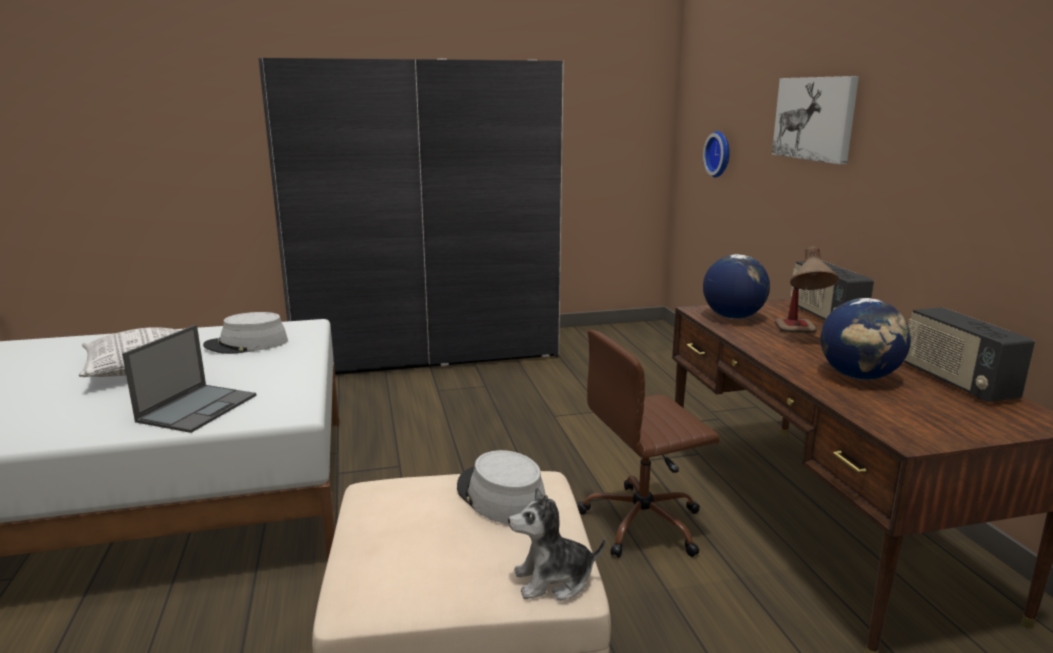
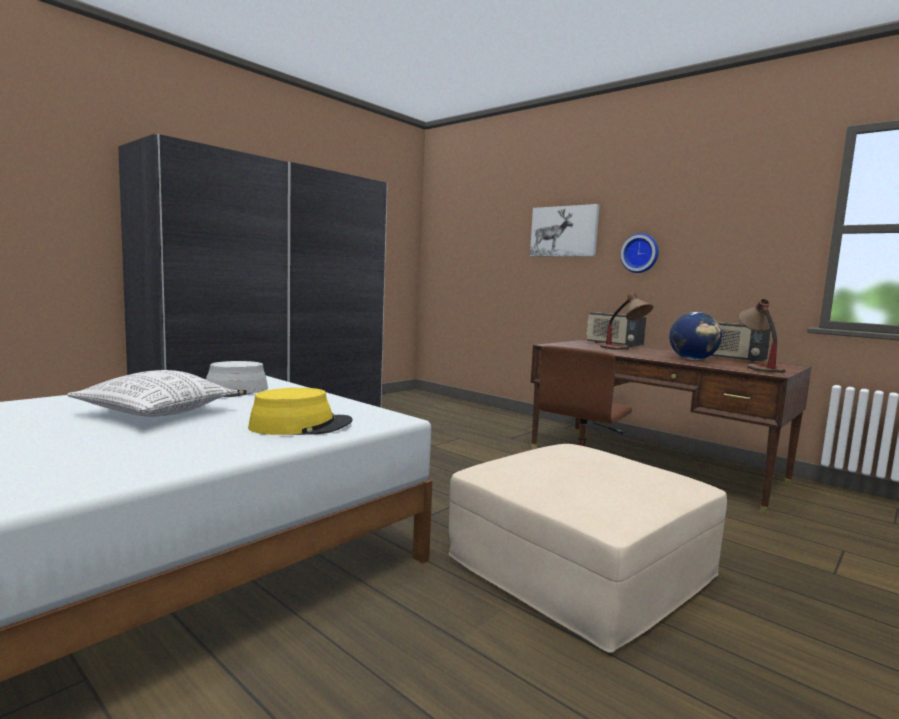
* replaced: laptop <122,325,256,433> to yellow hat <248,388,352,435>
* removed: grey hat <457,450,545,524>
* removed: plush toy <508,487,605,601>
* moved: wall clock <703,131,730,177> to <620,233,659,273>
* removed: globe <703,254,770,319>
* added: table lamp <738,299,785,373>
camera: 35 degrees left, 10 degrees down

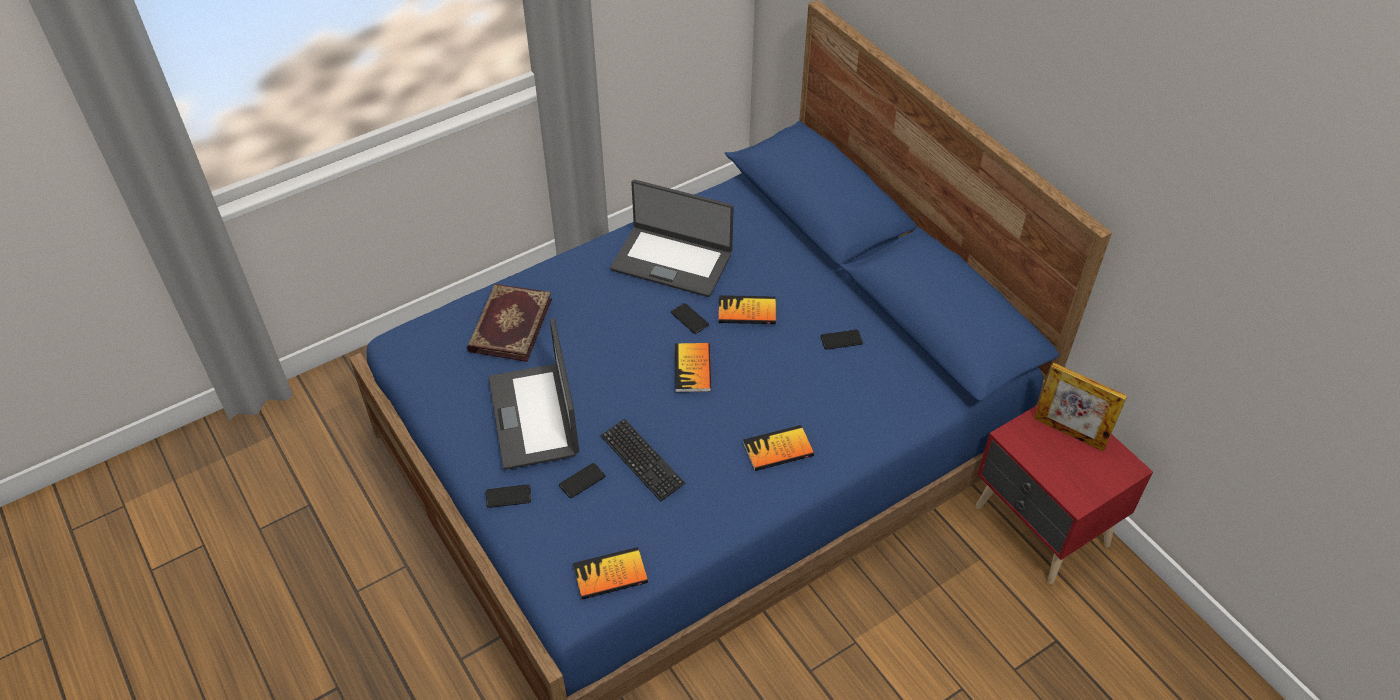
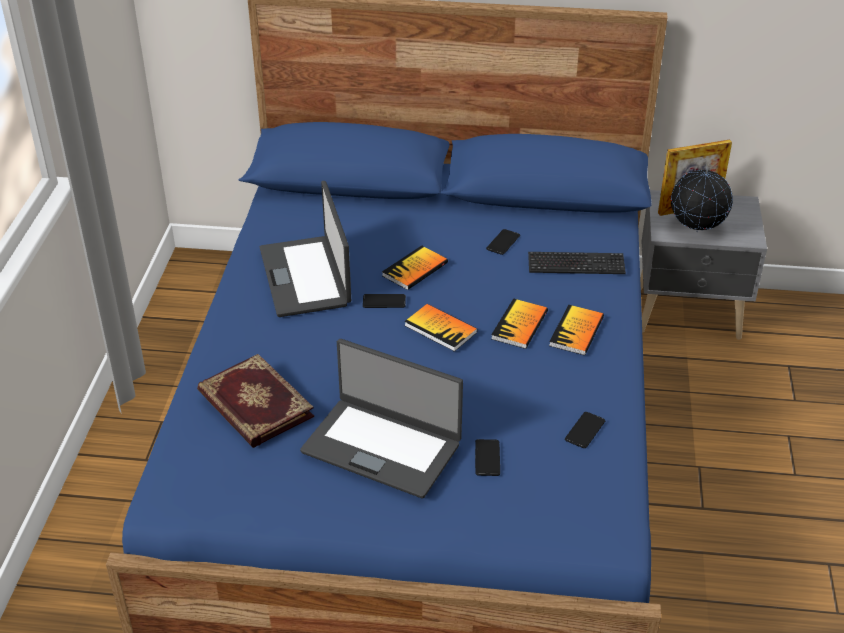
* moved: phone <486,484,531,508> to <565,412,605,448>
* moved: book <573,547,648,599> to <491,298,548,349>
* moved: keyboard <600,419,685,502> to <528,252,626,274>
* turned: laptop <610,180,734,297> = <260,181,351,317> 105 degrees clockwise
* recoloured: red nightstand <976,405,1153,585> to grey nightstand <640,190,767,340>
* added: globe <671,167,733,232>
camera: 50 degrees left, 10 degrees down

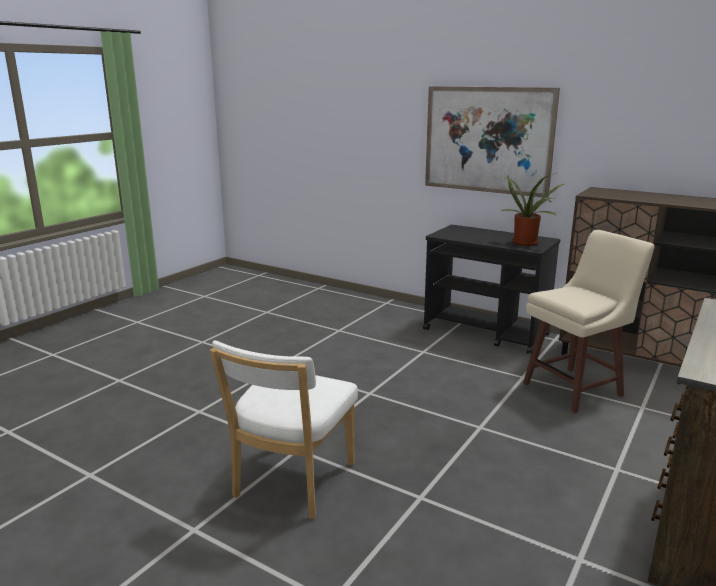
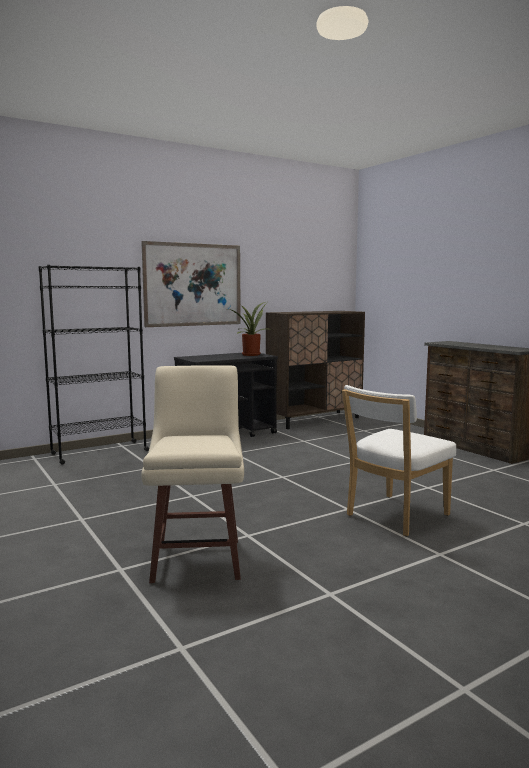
* turned: white chair <210,341,358,519> = <342,385,456,536> 90 degrees clockwise
* moved: beige stool <523,230,655,413> to <141,365,244,583>
* added: black bookcase <39,265,149,465>
camera: 65 degrees left, 10 degrees down

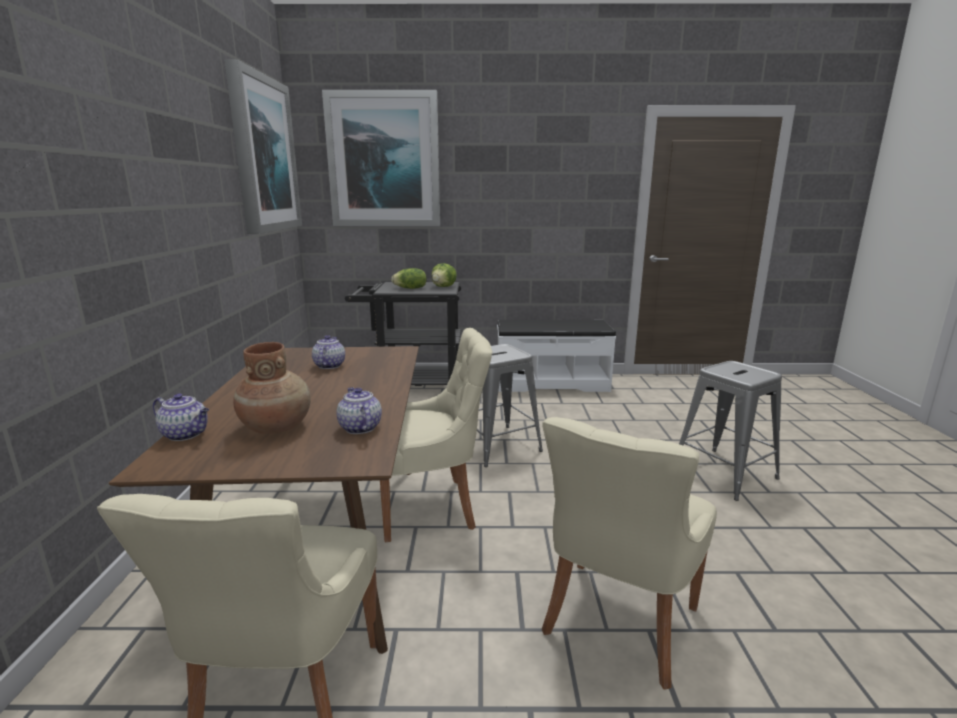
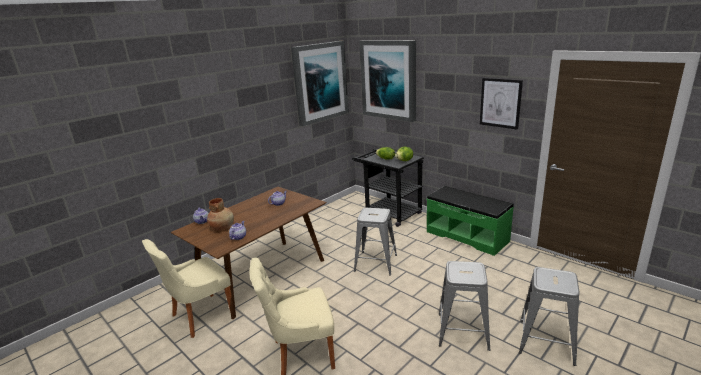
* removed: beige chair <380,328,492,542>
* recoloured: white bench <497,320,616,392> to green bench <427,186,514,256>
* added: picture <480,78,523,130>
* added: grey stool <519,267,580,366>
camera: 45 degrees right, 5 degrees up

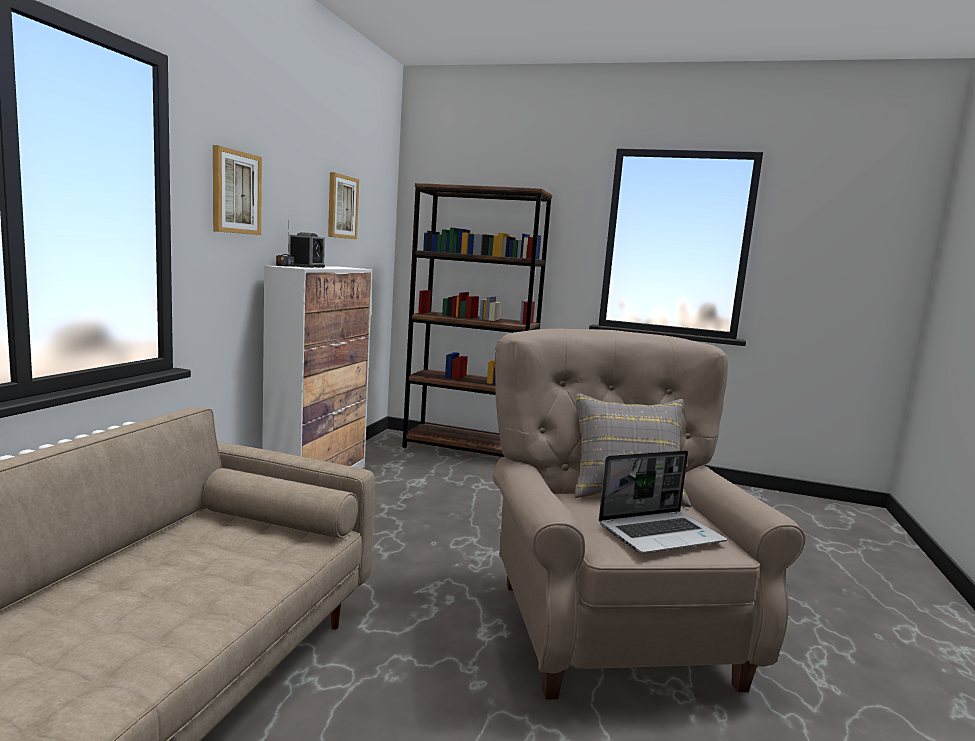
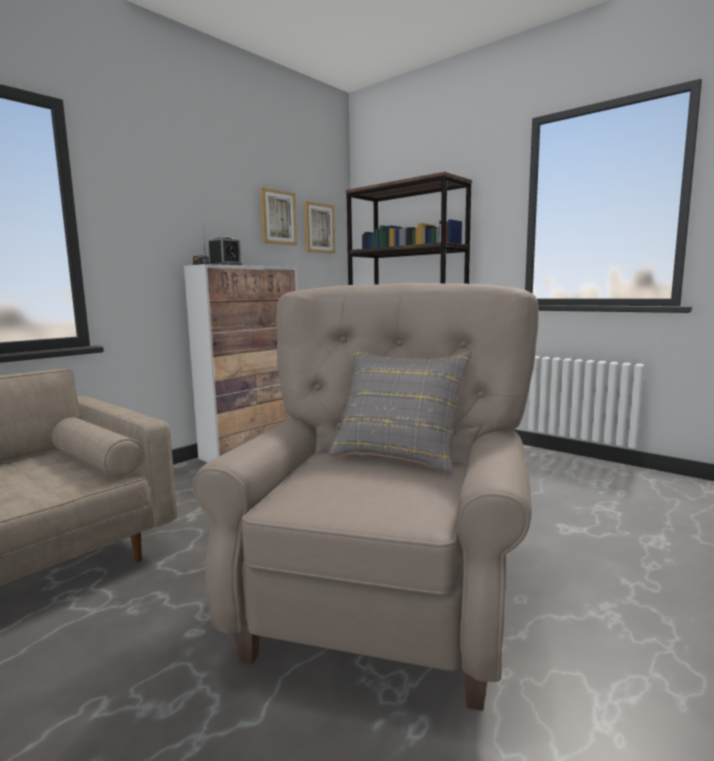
* moved: picture <213,145,262,235> to <304,201,335,254>
* removed: laptop <599,450,727,553>
camera: 25 degrees right, 0 degrees up

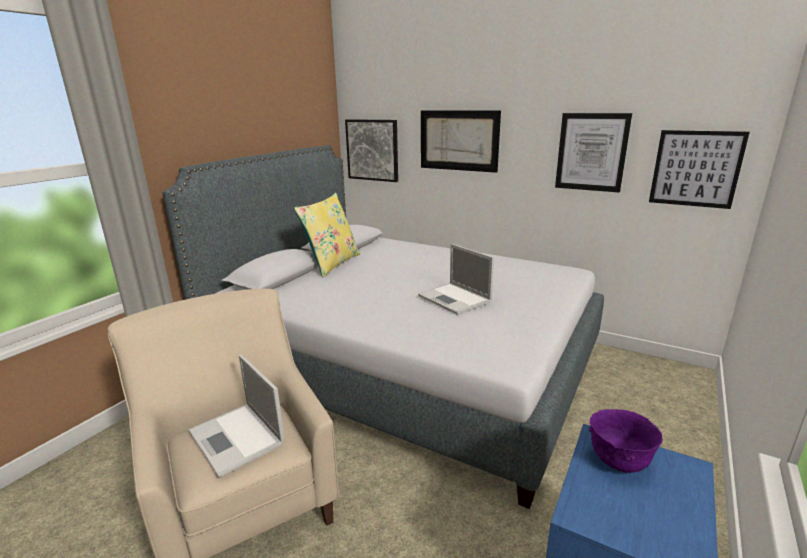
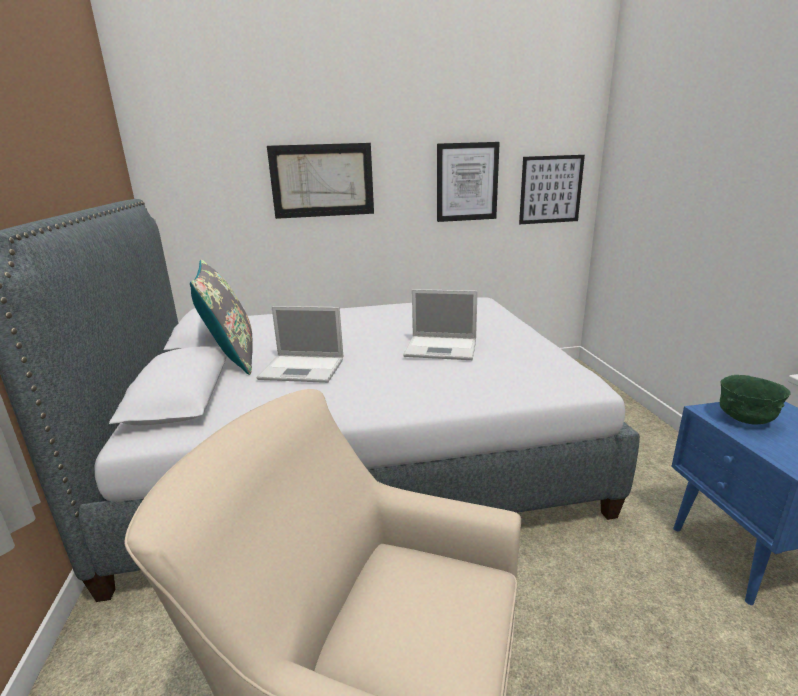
* moved: laptop <189,355,285,477> to <256,306,343,383>
* recoloured: yellow pillow <294,193,360,277> to grey pillow <190,260,253,375>
* removed: picture <345,119,398,182>
* recoloured: purple bowl <588,409,663,473> to green bowl <720,375,791,425>
camera: 40 degrees left, 0 degrees up

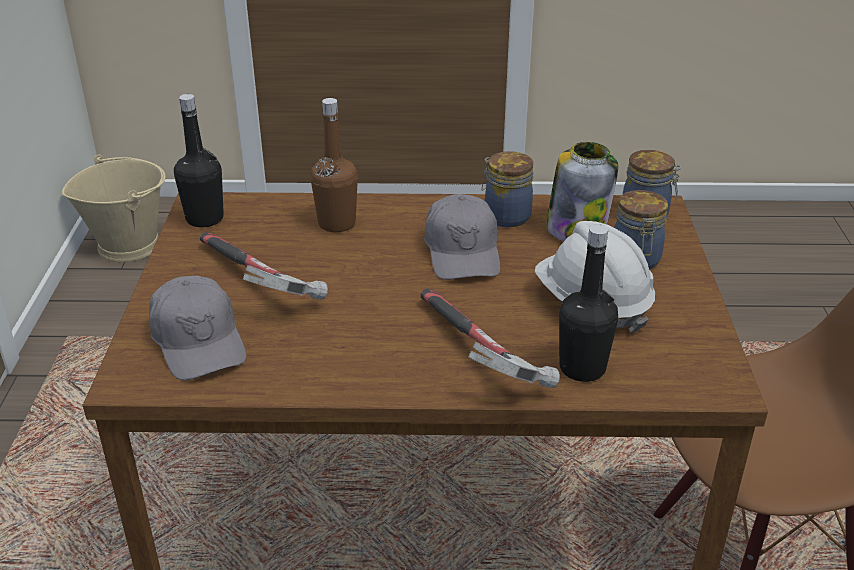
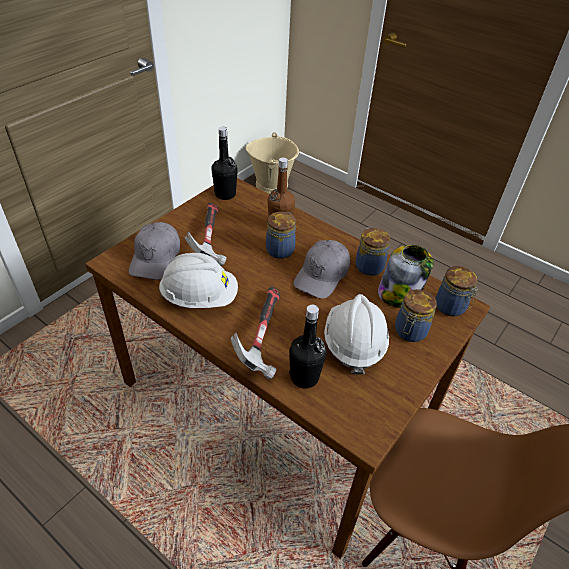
* added: white hard hat <159,253,238,308>
* added: jar <266,212,296,259>
camera: 35 degrees right, 10 degrees up

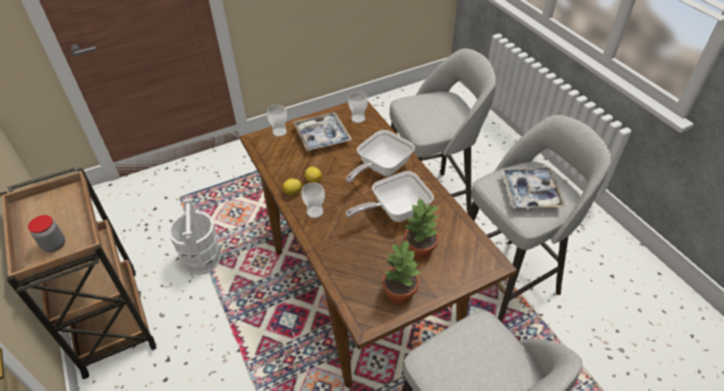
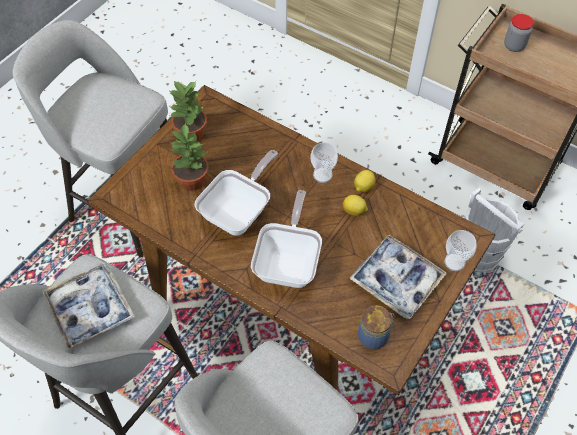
* replaced: cup <348,92,368,123> to jar <358,305,395,349>
camera: 150 degrees right, 10 degrees up

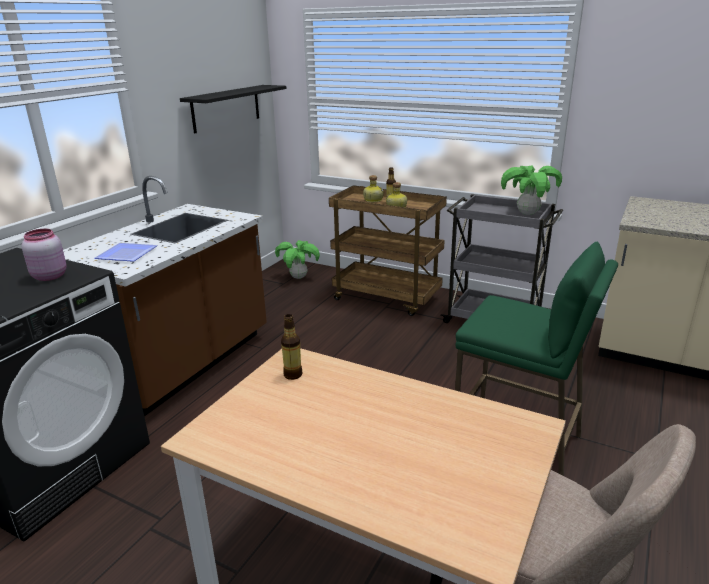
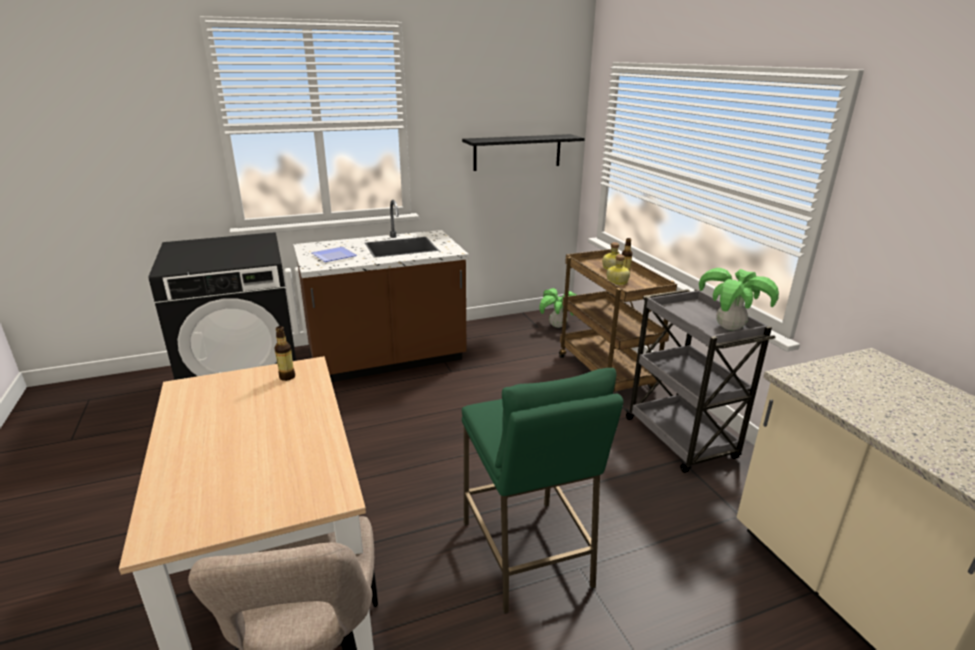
* removed: pink jar <22,229,67,281>
camera: 40 degrees right, 0 degrees up

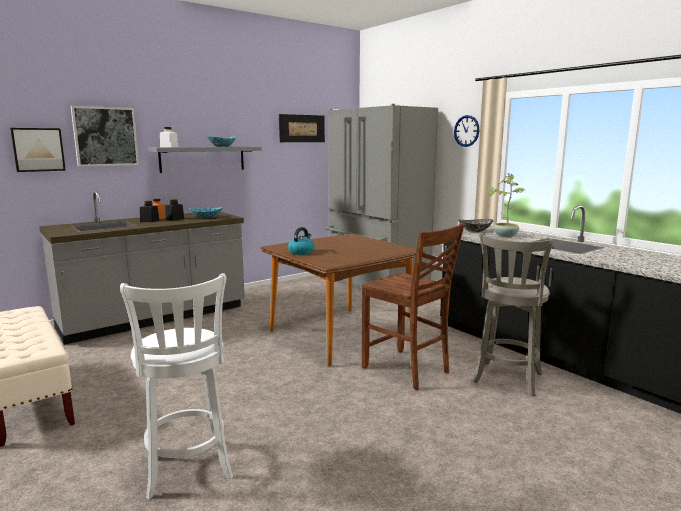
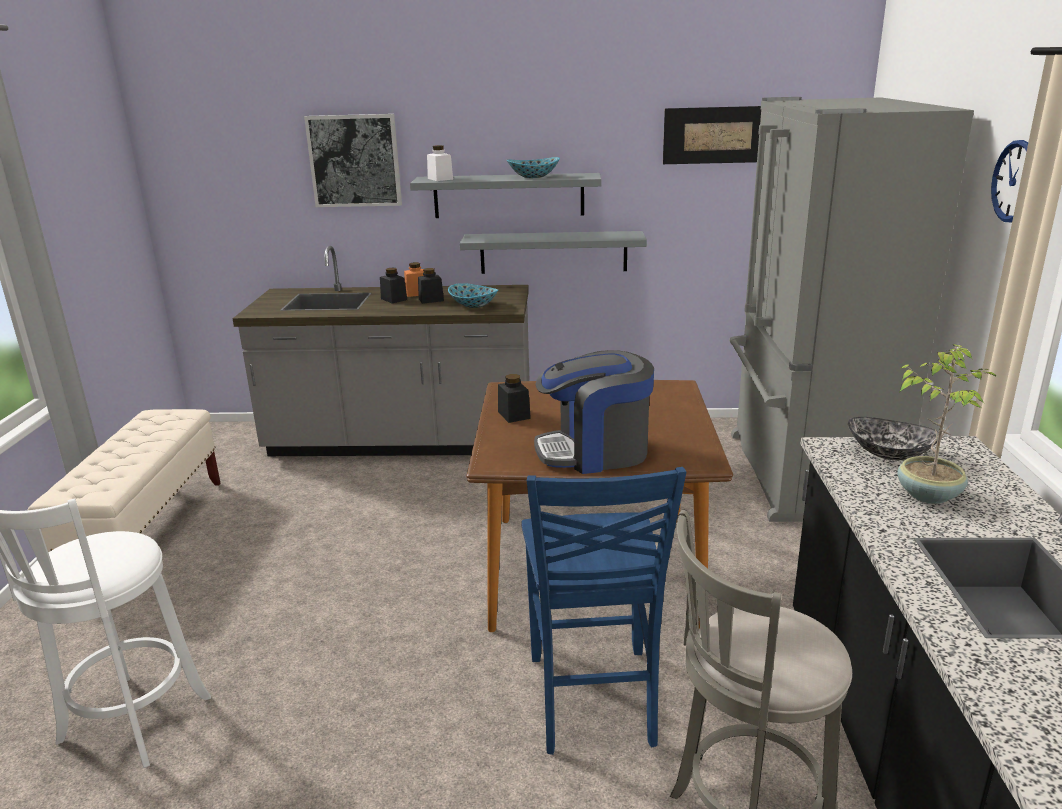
* removed: picture <10,128,66,172>
* replaced: kettle <288,227,315,255> to black jar <498,374,531,423>
* recoloured: brown chair <362,223,465,390> to blue chair <522,467,686,755>
* added: grey shelf <460,231,647,274>
* added: coffee machine <534,350,654,474>
camera: 40 degrees right, 10 degrees up

